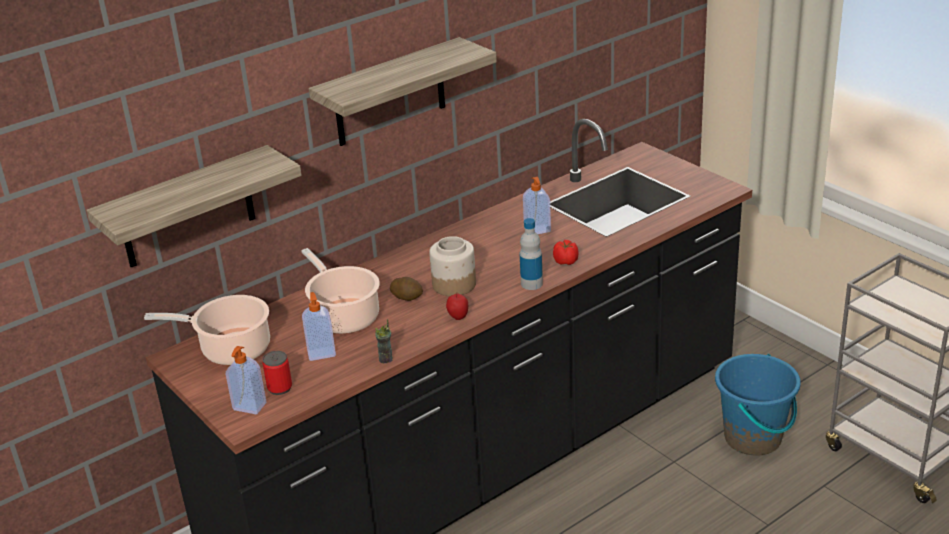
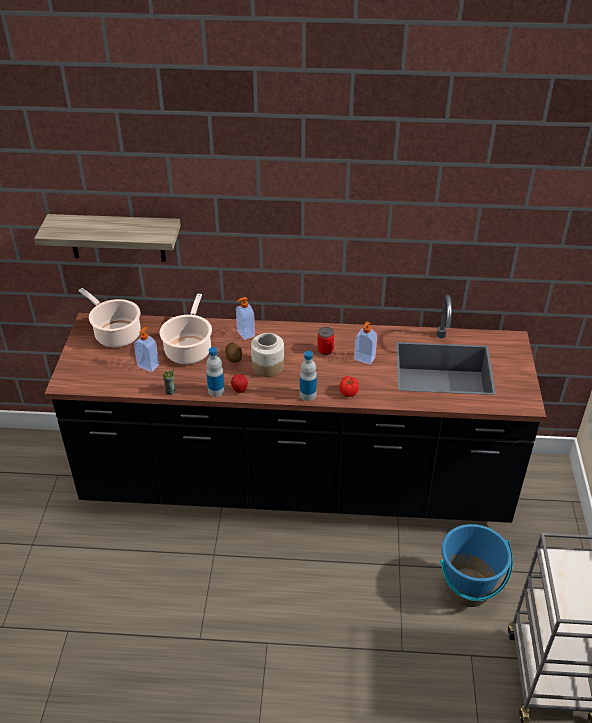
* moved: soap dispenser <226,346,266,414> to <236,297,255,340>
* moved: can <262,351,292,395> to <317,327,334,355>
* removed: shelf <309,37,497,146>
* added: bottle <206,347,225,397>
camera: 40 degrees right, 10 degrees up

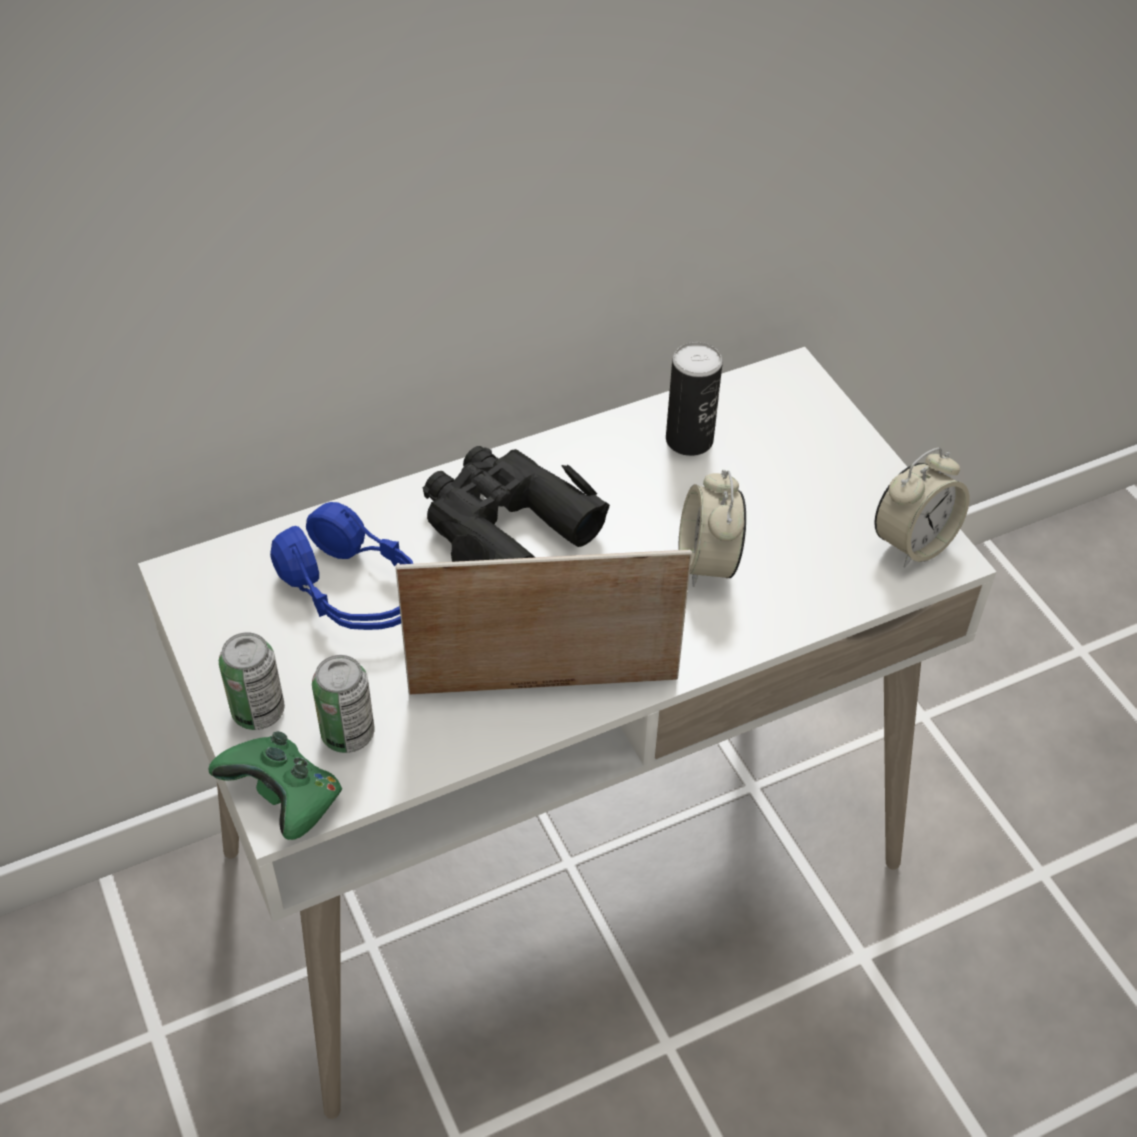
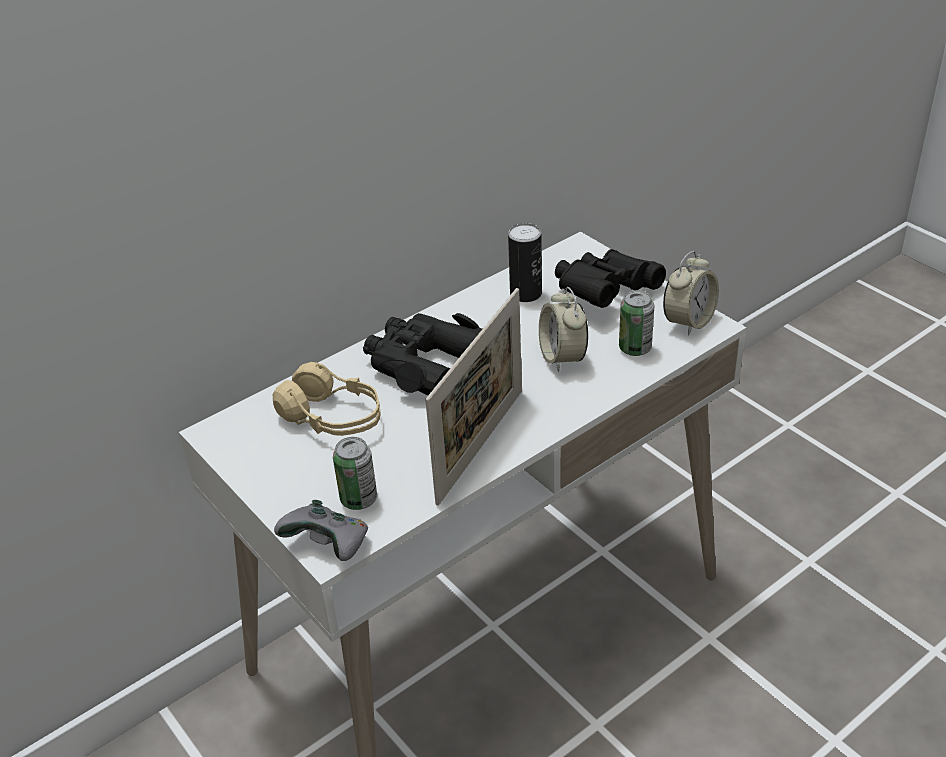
* recoloured: green game controller <208,731,342,840> to grey game controller <274,500,368,561>
* moved: can <219,632,285,730> to <619,290,654,356>
* recoloured: blue headphones <270,502,413,630> to beige headphones <273,362,381,436>
* turned: picture frame <395,550,692,695> = <425,288,522,506> 135 degrees clockwise
* added: black binoculars <555,249,666,308>
camera: 10 degrees left, 10 degrees down

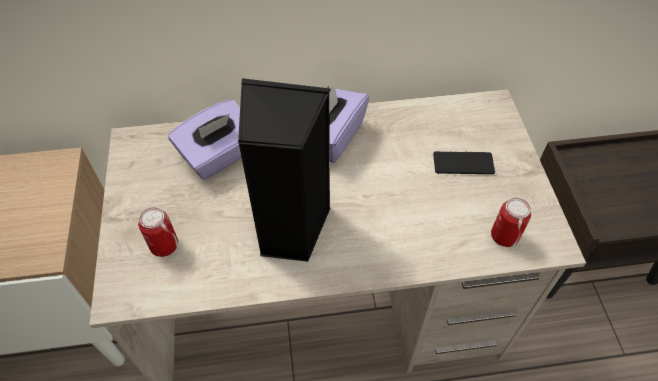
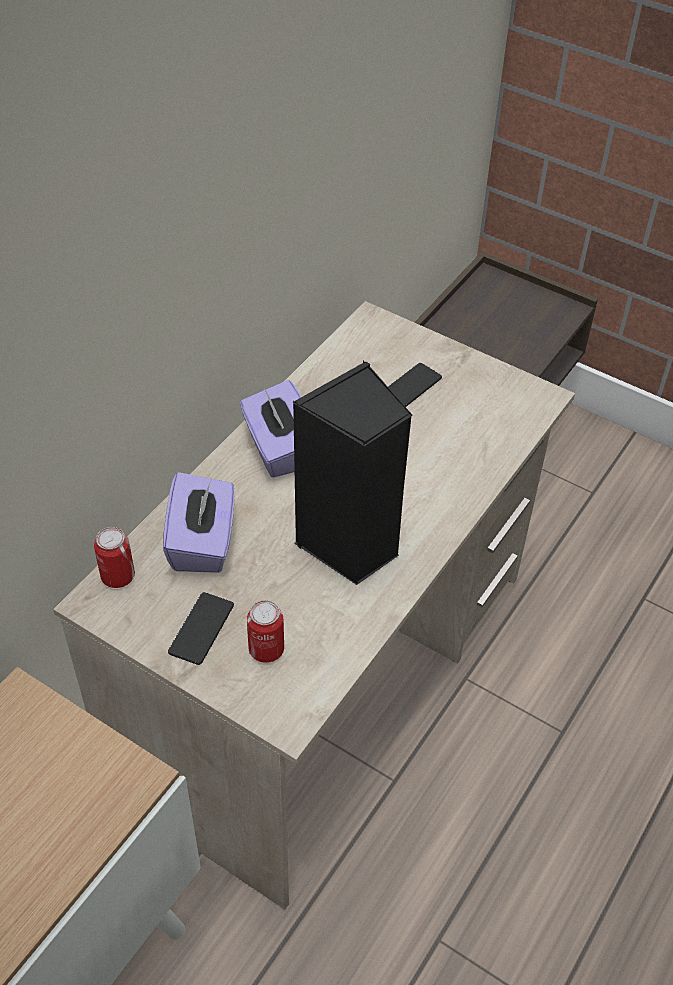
* moved: can <491,198,531,247> to <94,527,135,588>
* added: phone <168,592,234,665>
camera: 50 degrees left, 5 degrees down

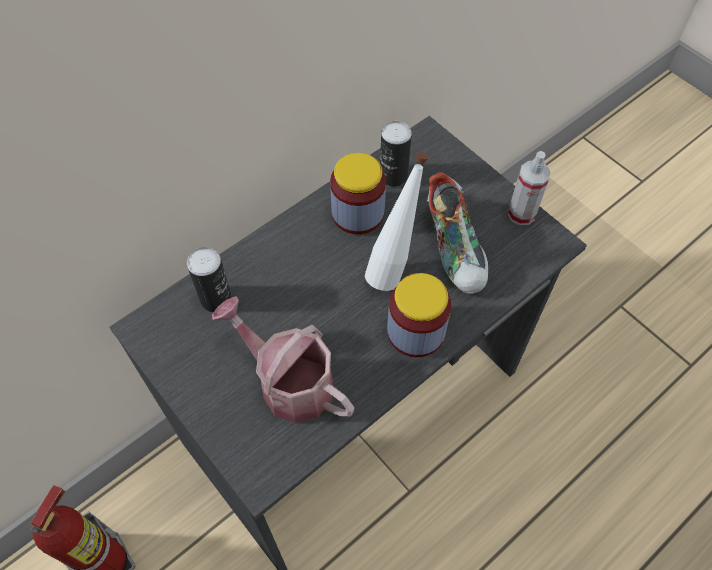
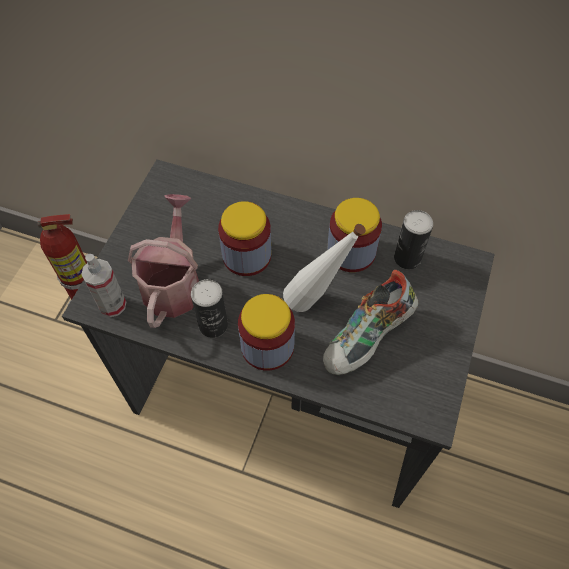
* moved: can <187,247,232,312> to <191,279,228,338>
* moved: spray bottle <508,151,550,225> to <81,254,126,317>
* added: jar <218,201,271,276>
camera: 60 degrees right, 0 degrees up

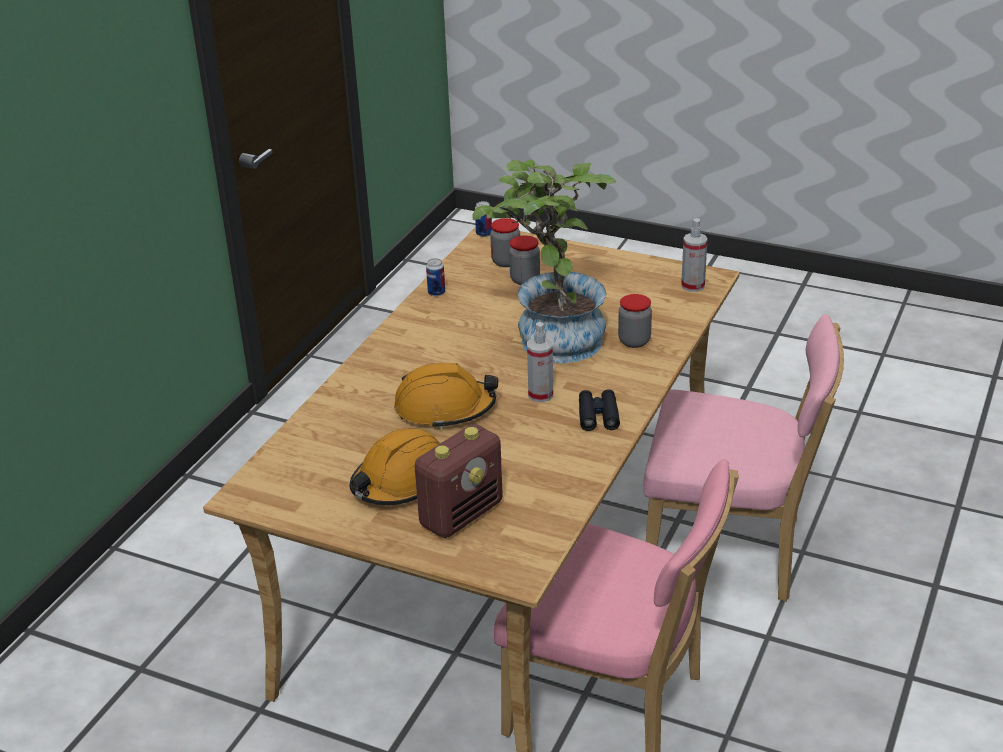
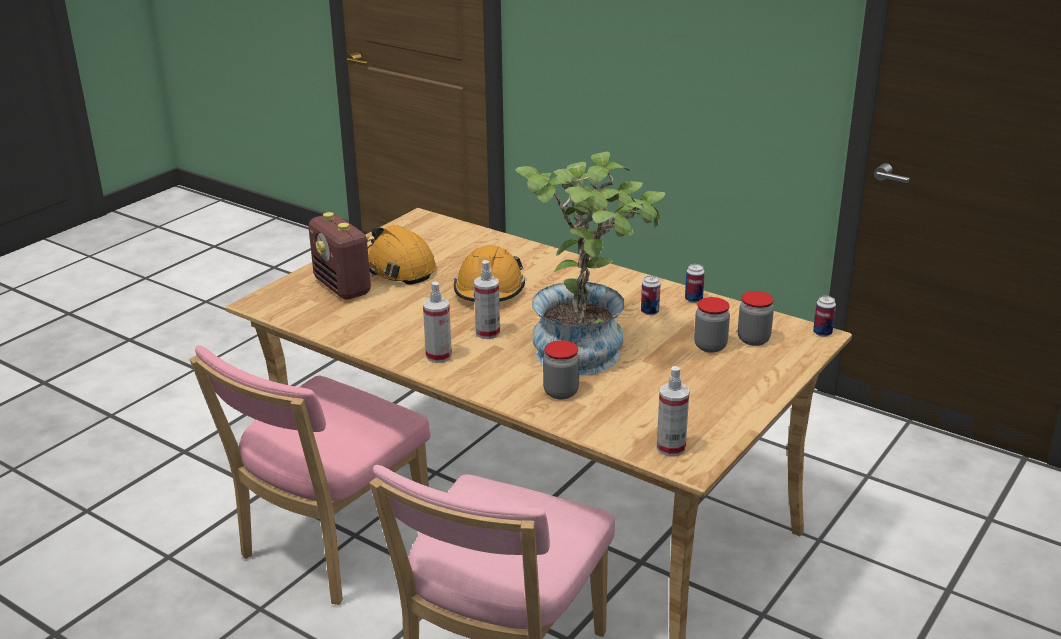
* replaced: black binoculars <579,389,620,431> to spray bottle <423,281,452,363>
* added: can <641,276,661,315>
camera: 100 degrees right, 5 degrees down

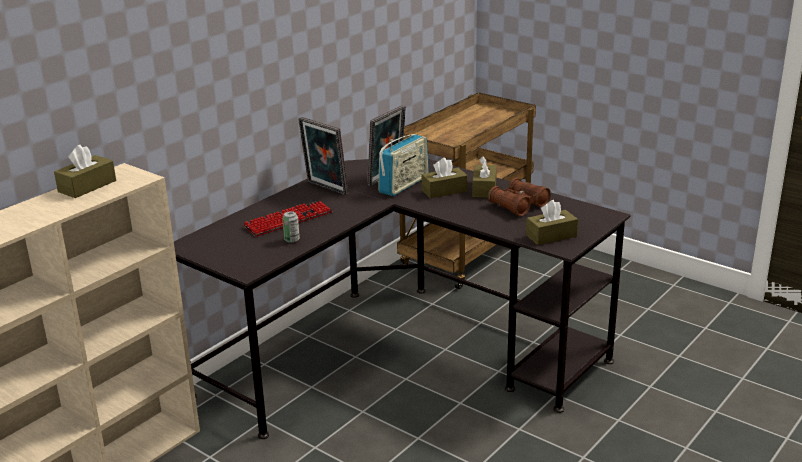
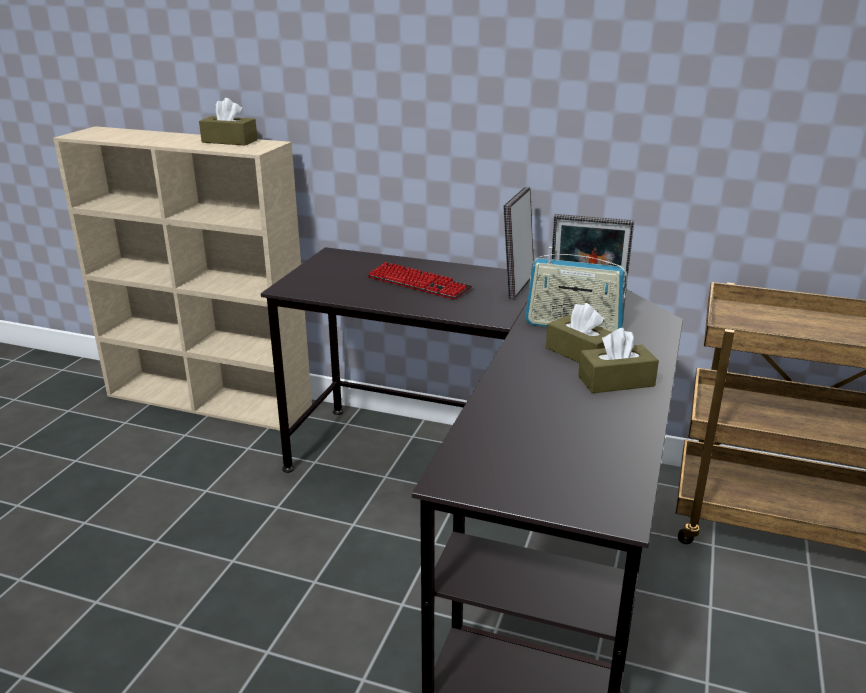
* removed: can <283,211,300,243>
* removed: brown binoculars <488,178,551,216>
* removed: brown tissue box <526,200,578,245>
camera: 70 degrees right, 0 degrees up

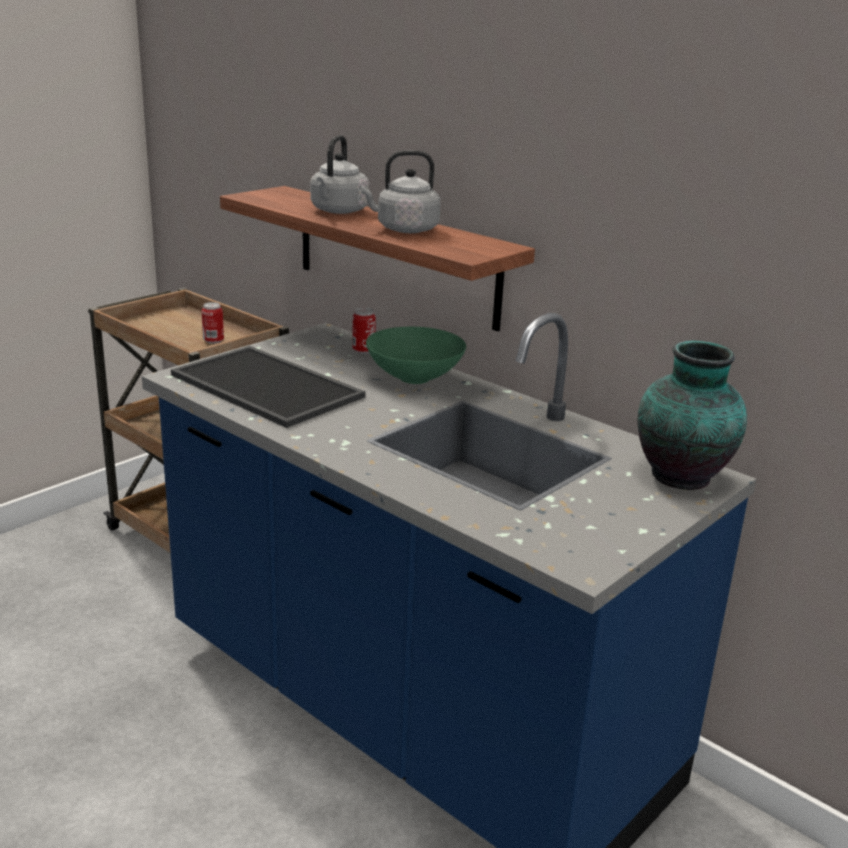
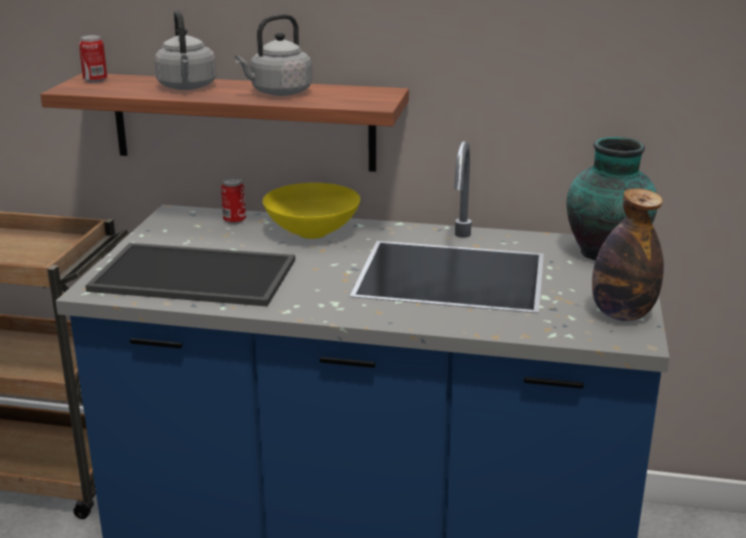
* moved: can <201,302,224,344> to <79,35,107,83>
* recoloured: green bowl <366,327,466,384> to yellow bowl <263,183,360,239>
* added: bottle <592,188,664,321>
camera: 30 degrees left, 0 degrees up

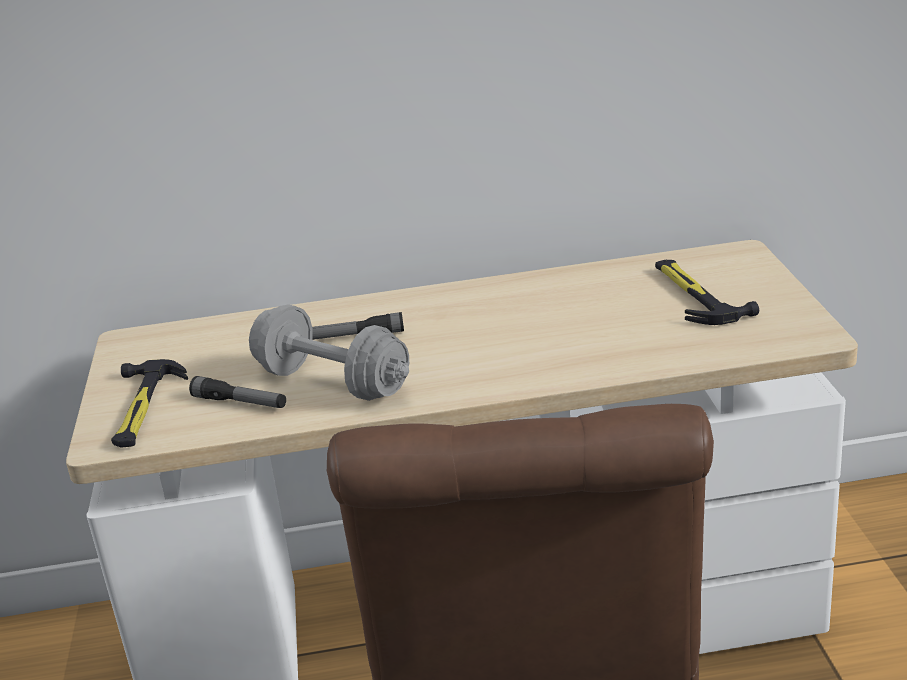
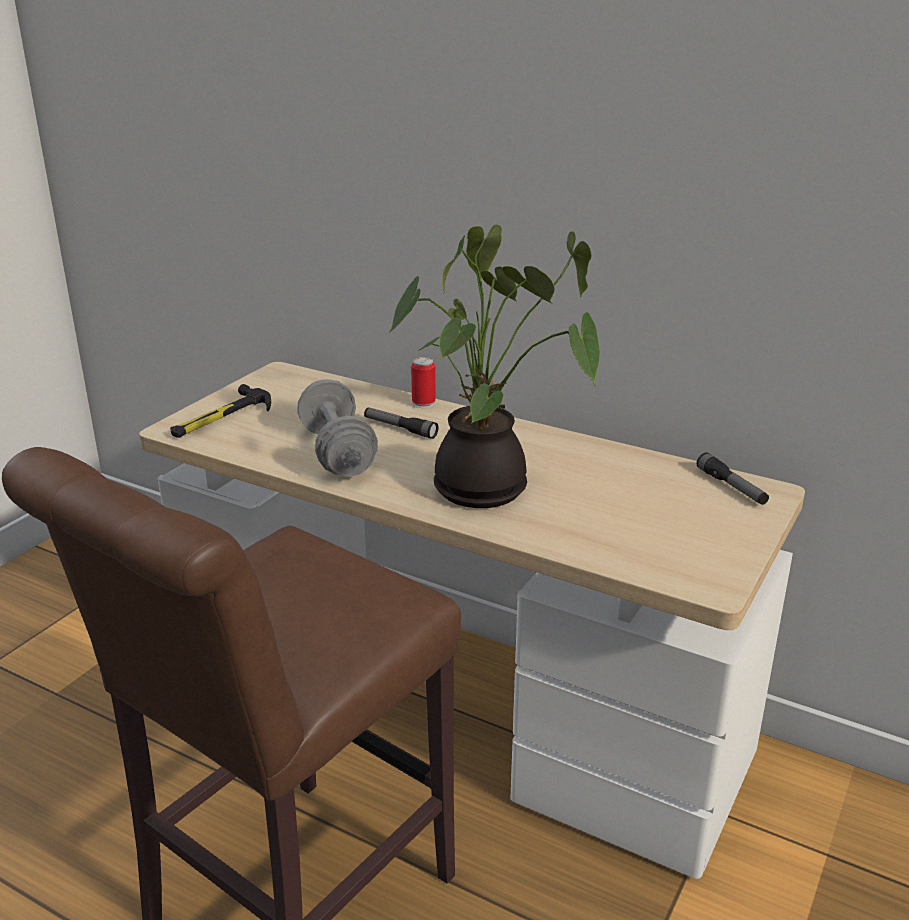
* moved: flashlight <189,376,286,408> to <697,452,769,505>
* removed: hammer <655,260,759,325>
* added: potted plant <389,224,600,508>
* added: can <411,357,436,408>
camera: 35 degrees right, 0 degrees up

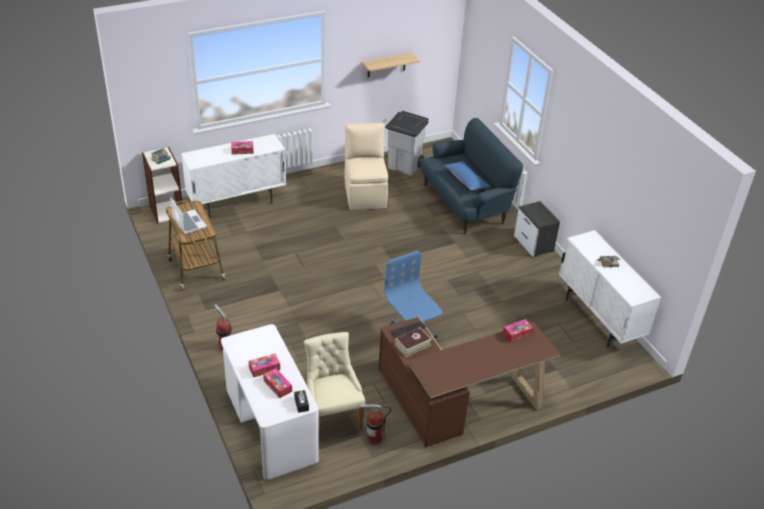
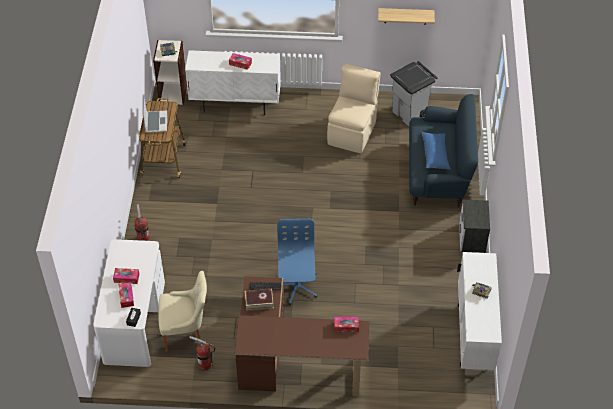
* turned: beige chair <304,332,365,433> = <158,271,207,351> 75 degrees clockwise
camera: 30 degrees right, 10 degrees up

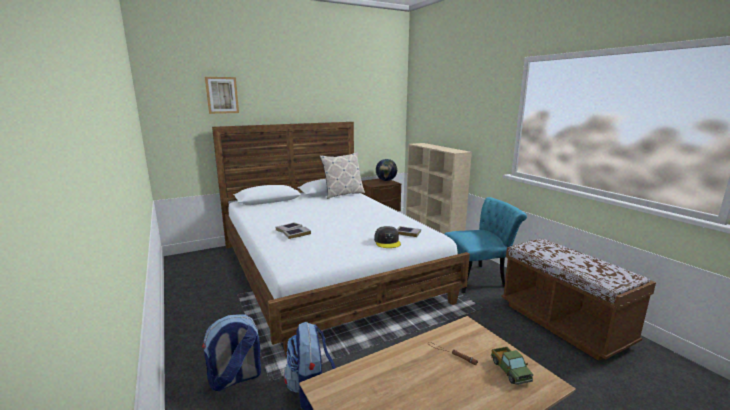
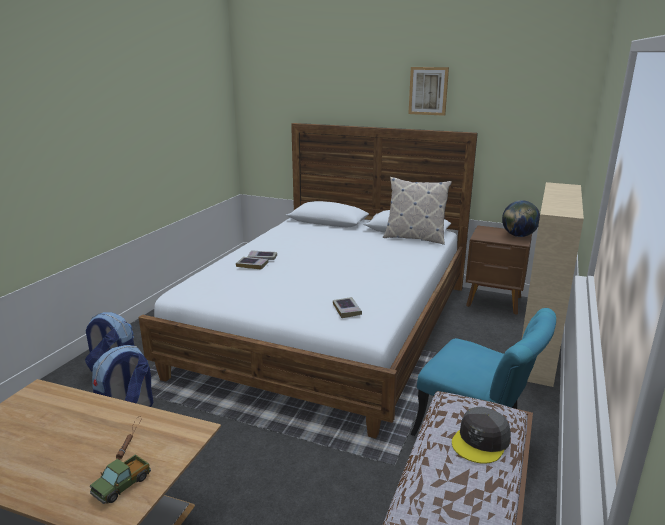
* moved: picture <205,77,239,114> to <408,67,449,116>
* moved: grey cap <374,226,401,248> to <452,407,511,464>
camera: 50 degrees right, 5 degrees up

